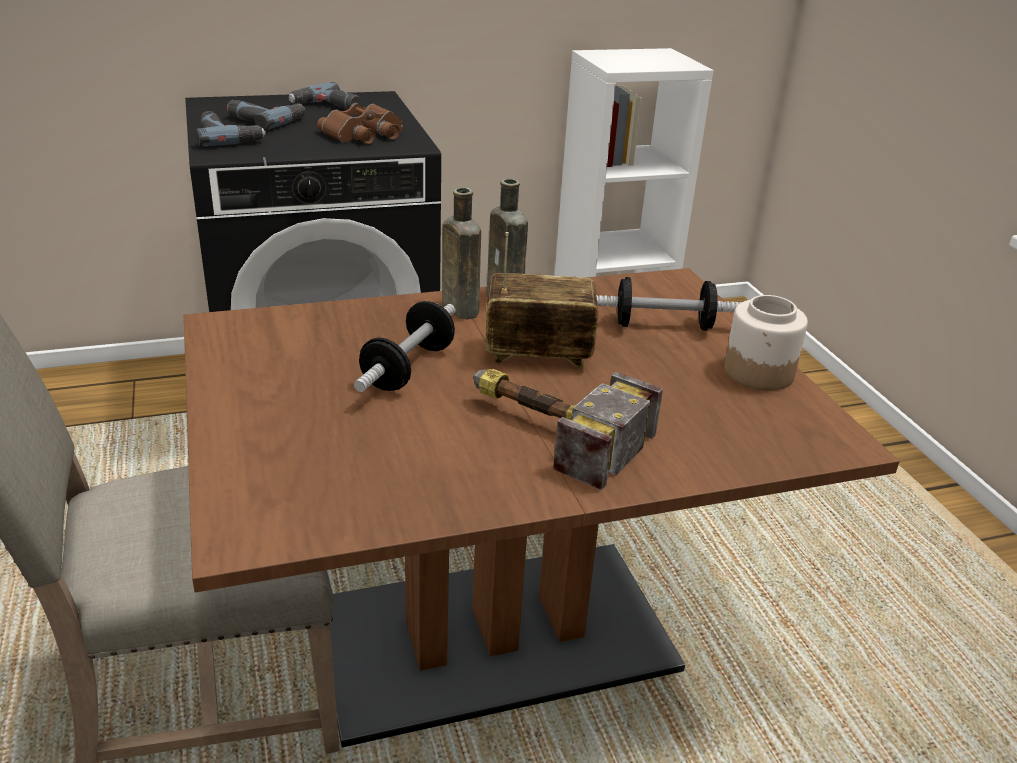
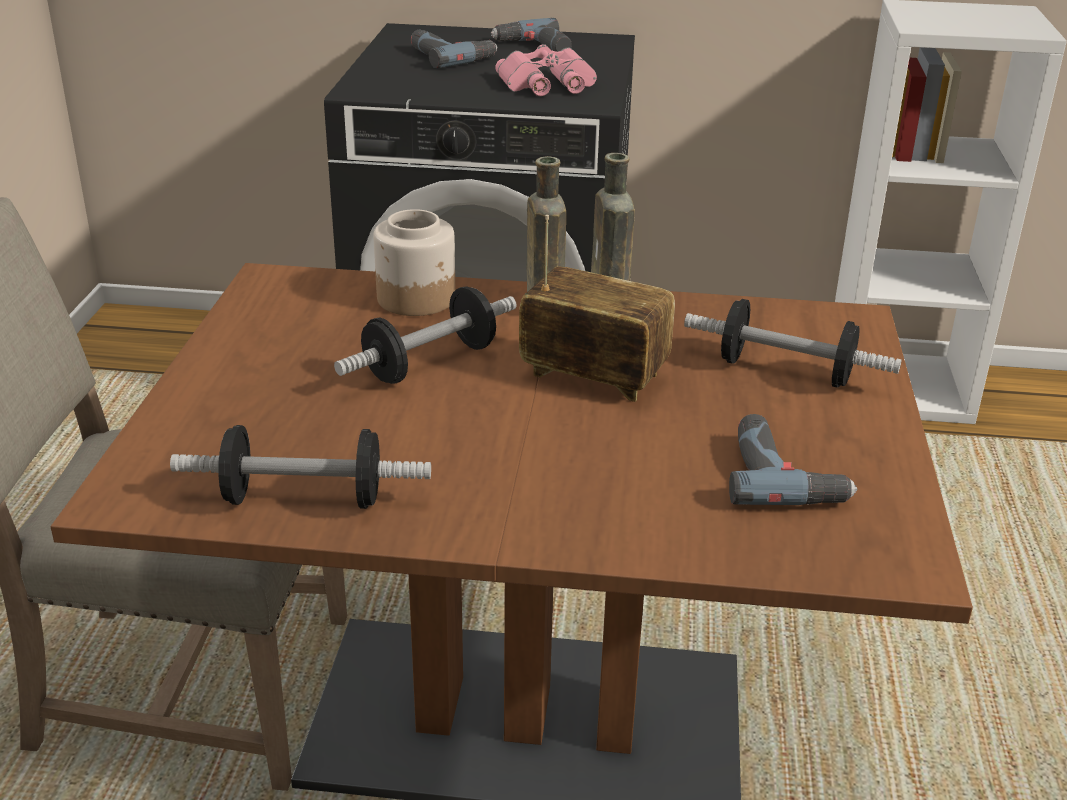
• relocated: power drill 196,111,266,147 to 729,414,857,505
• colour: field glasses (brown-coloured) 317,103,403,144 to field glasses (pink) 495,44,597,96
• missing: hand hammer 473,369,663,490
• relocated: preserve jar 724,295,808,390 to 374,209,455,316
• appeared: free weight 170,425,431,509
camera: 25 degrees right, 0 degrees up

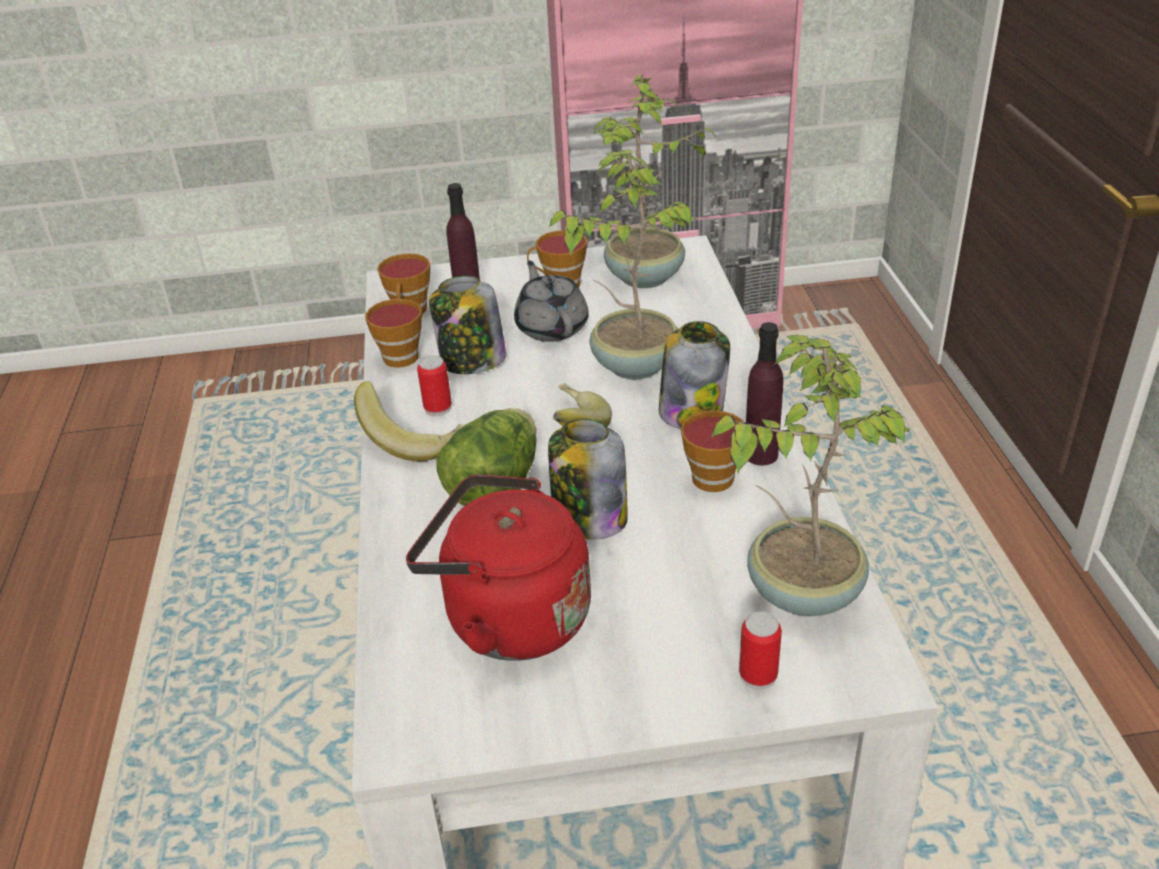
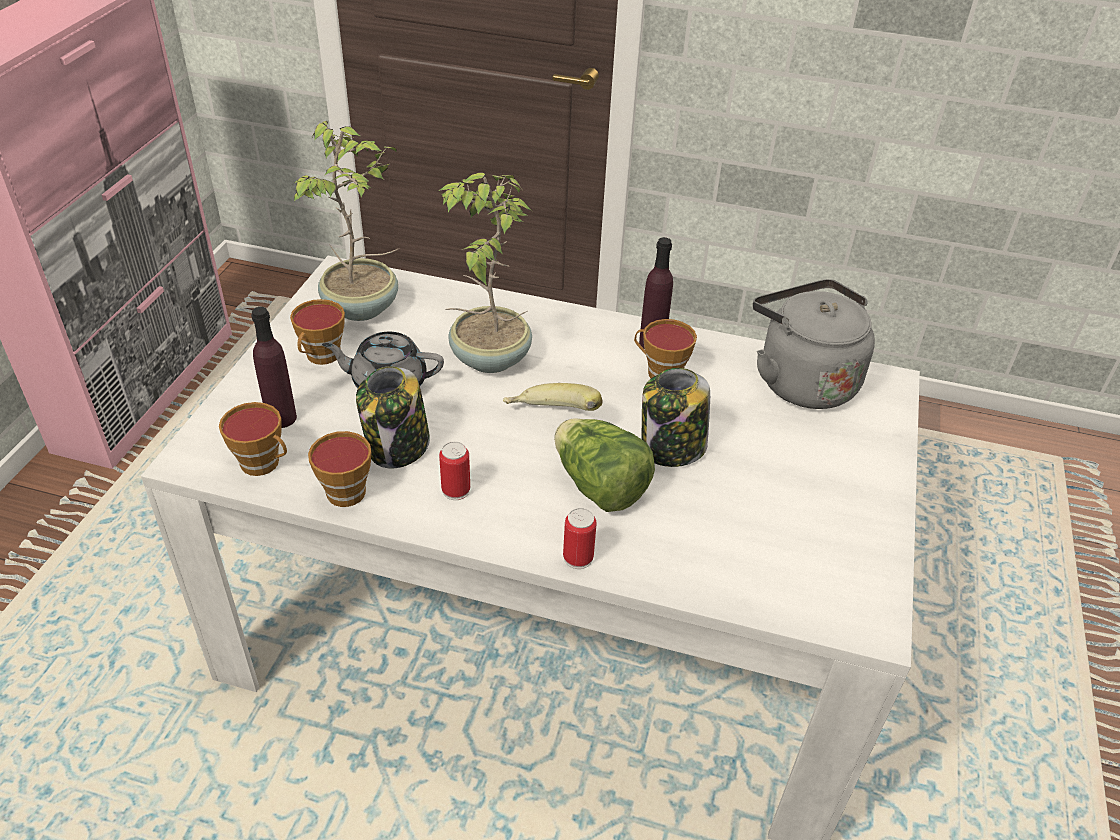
• missing: banana fruit 354,381,463,461
• missing: water kettle (red) 406,474,591,661
• missing: preserve jar 659,321,730,429
• exchanged: plant in a pot 711,335,911,616 to water kettle (grey) 753,279,875,409
• relocated: sealed can 739,611,782,689 to 563,508,597,569
camera: 70 degrees left, 5 degrees up

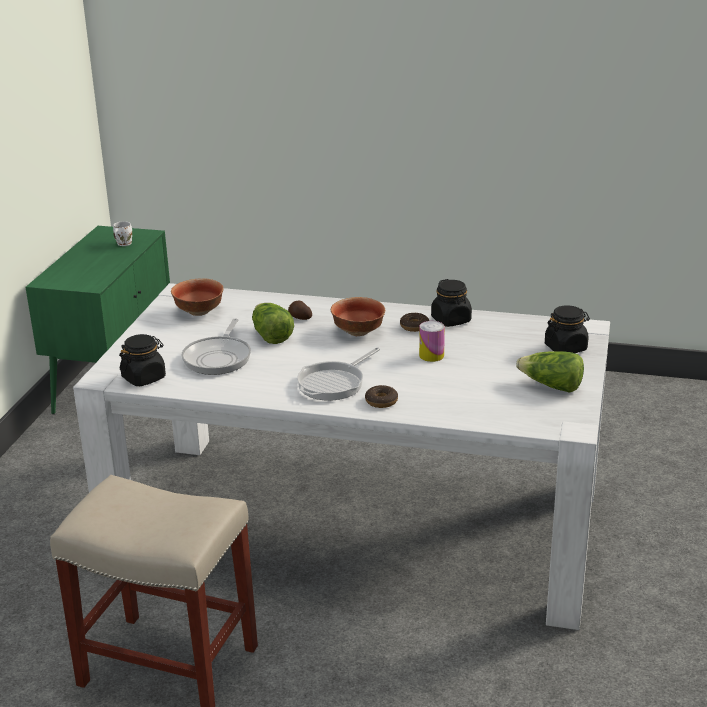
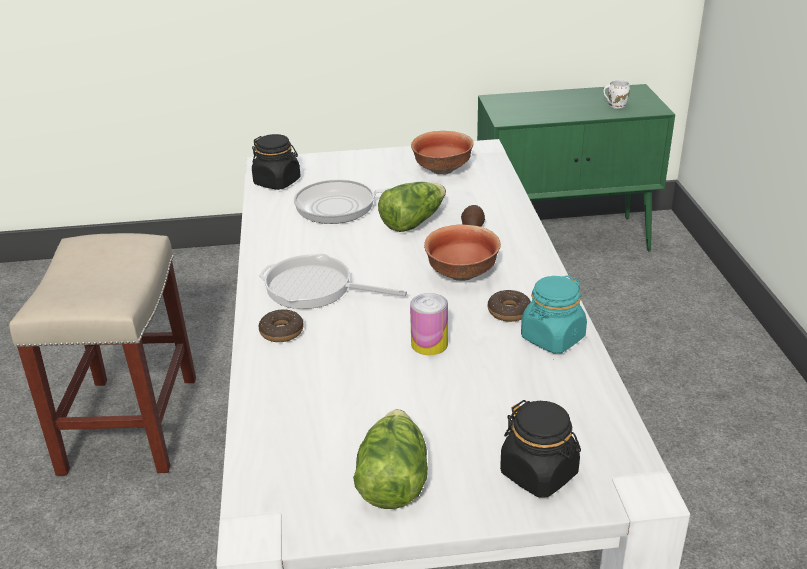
• colour: preserve jar (black-coloured) 431,279,472,327 to preserve jar (turquoise) 521,275,587,353
camera: 70 degrees right, 5 degrees up

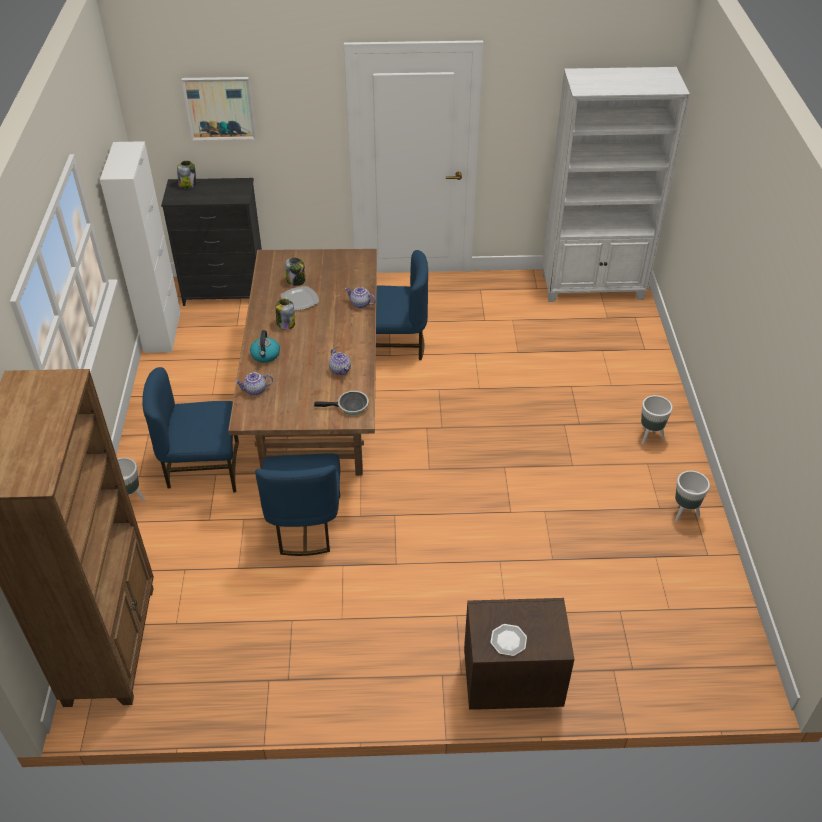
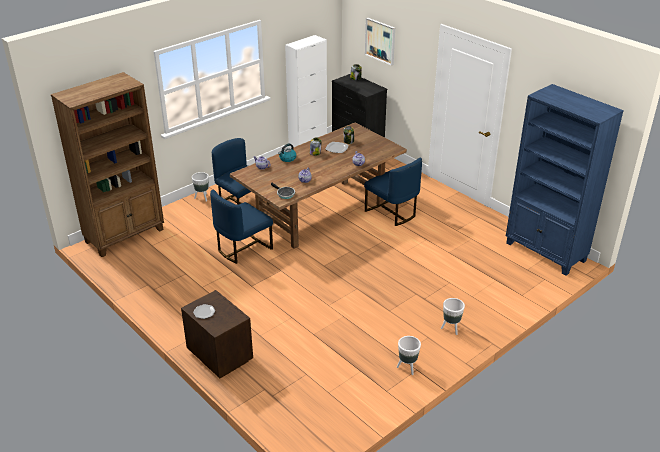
• colour: shelving unit (whitish) 542,67,690,302 to shelving unit (blue-coloured) 506,84,624,276
camera: 50 degrees right, 10 degrees down

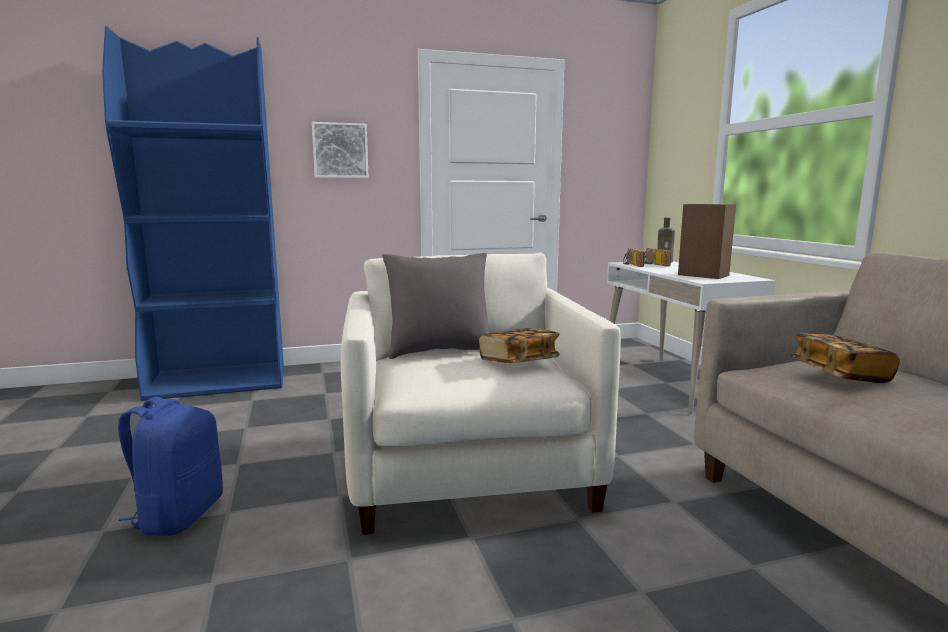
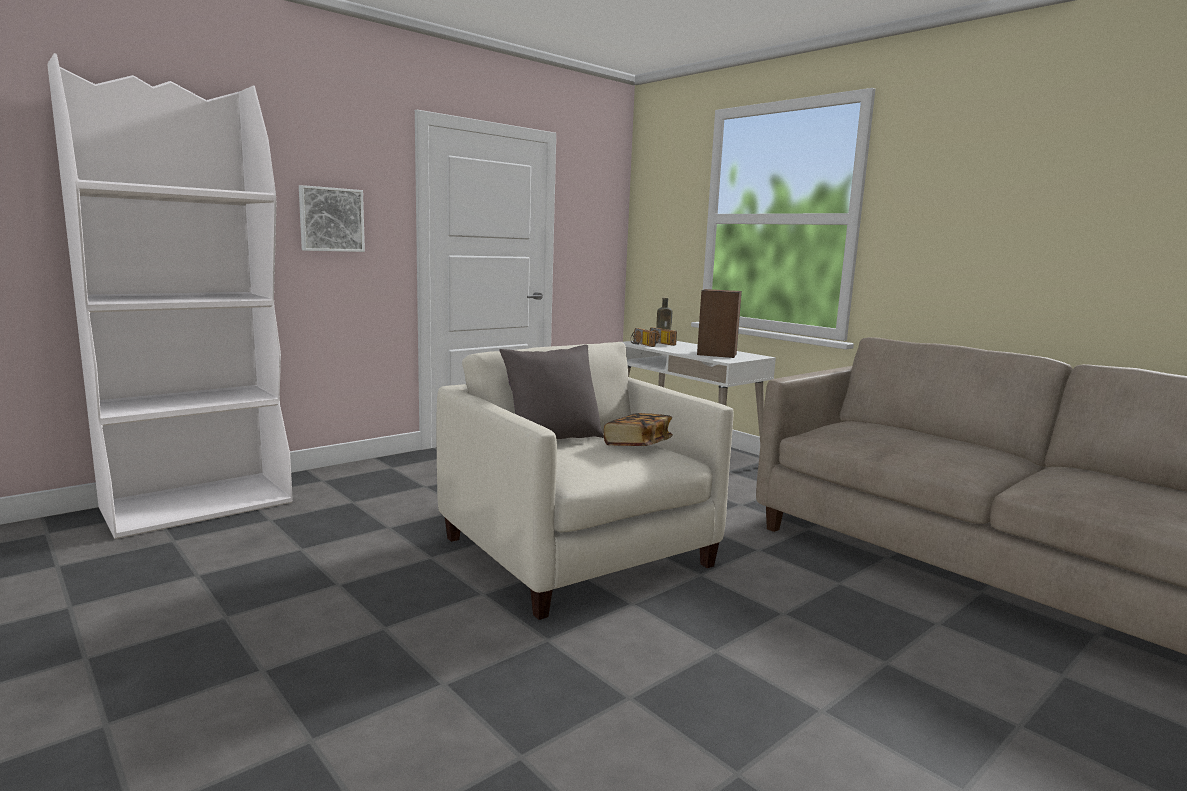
• colour: shelving unit (blue-coloured) 102,26,284,401 to shelving unit (whitish) 47,53,293,539
• missing: knapsack (blue-coloured) 118,397,223,536
• missing: book 791,333,900,383
camera: 25 degrees left, 0 degrees up

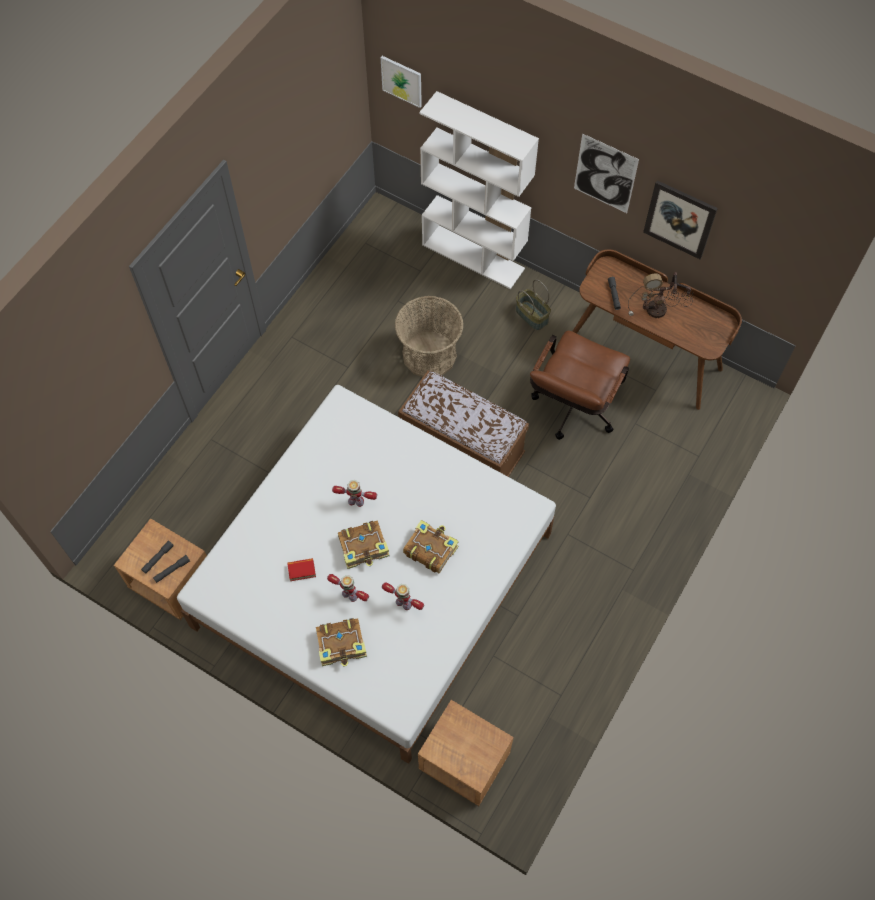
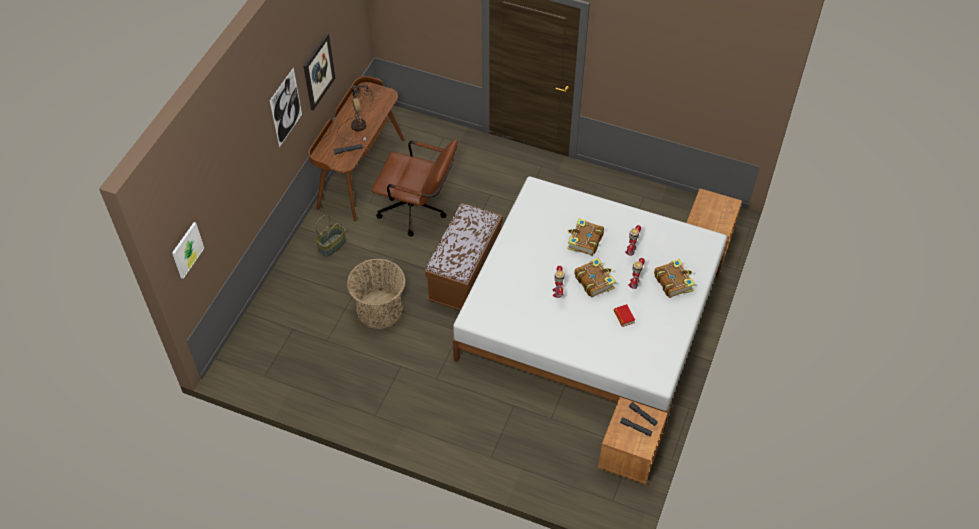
• missing: shelving unit (whitish) 419,91,539,289
camera: 100 degrees left, 10 degrees down

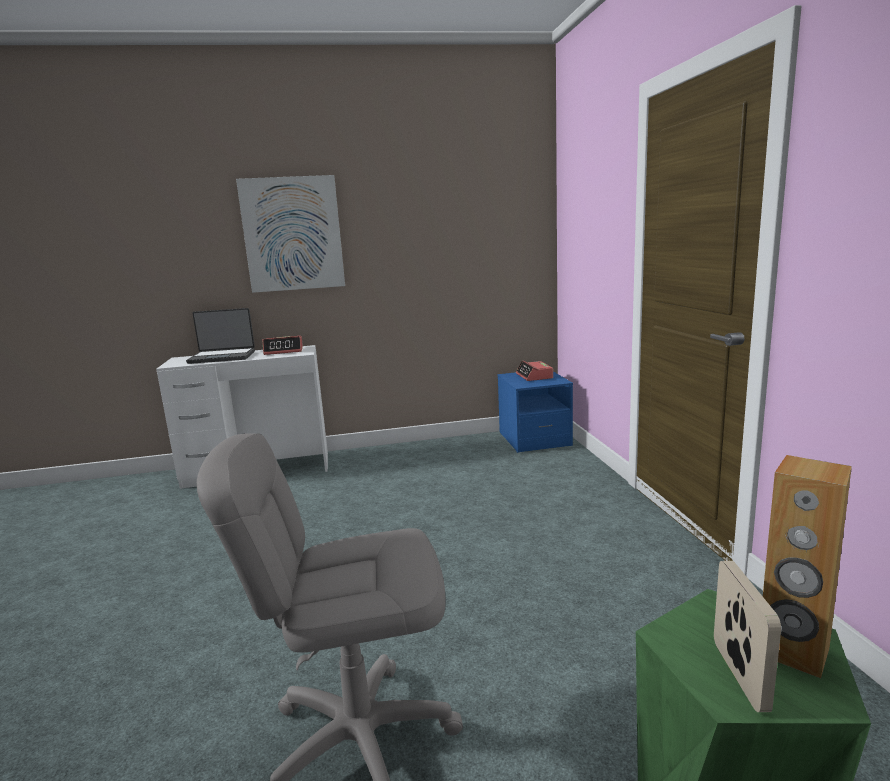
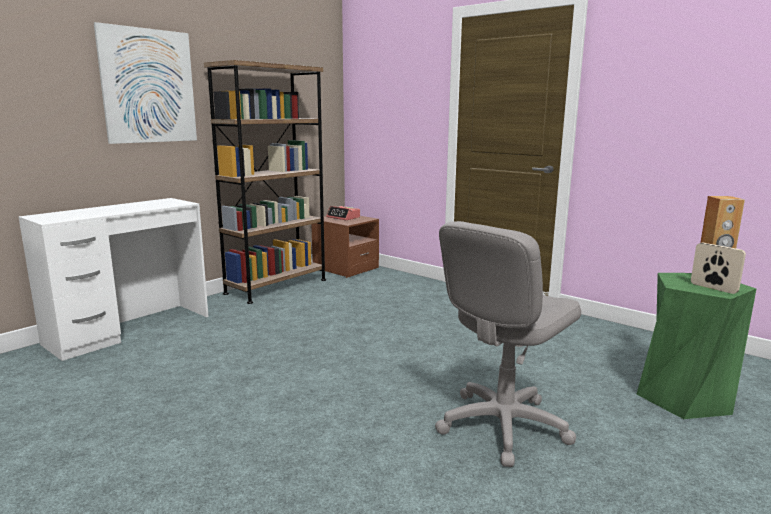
• missing: laptop 186,308,255,364
• missing: bedside clock 262,336,303,355
• colour: bedside table (blue-coloured) 498,372,573,453 to bedside table (brown-coloured) 311,216,379,278
• appeared: shelving unit (brown-coloured) 204,60,326,304
camera: 40 degrees left, 0 degrees up

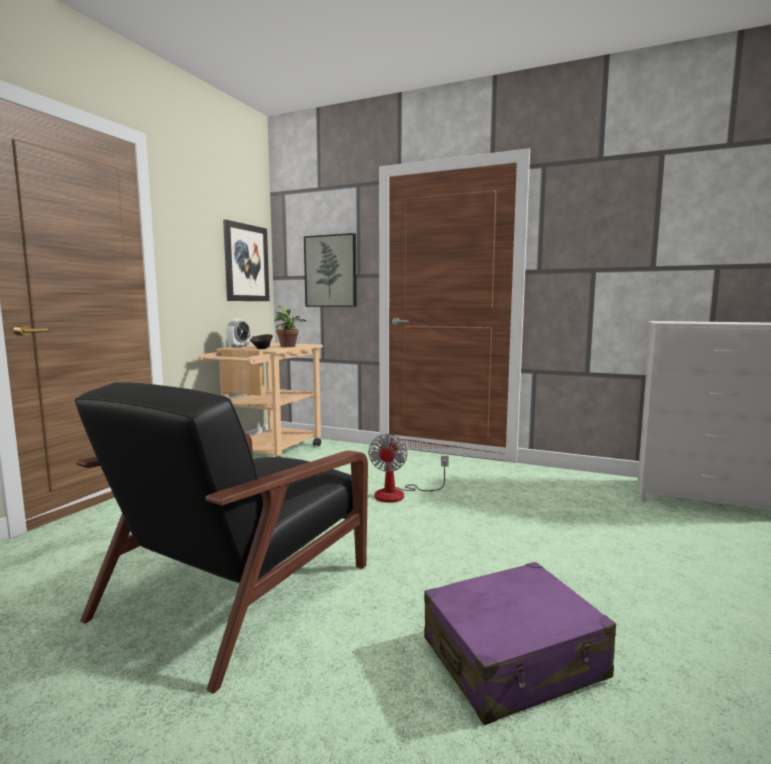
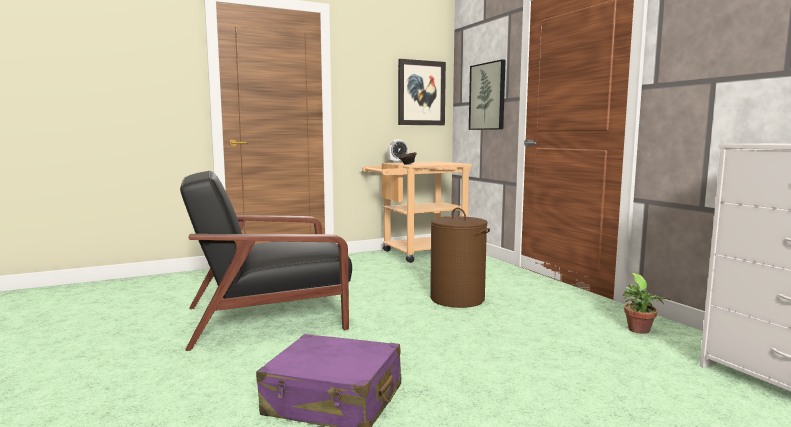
• relocated: plant in a pot 274,306,306,347 to 623,273,671,334
• exchanged: cooling fan 368,434,449,503 to laundry basket (brown-coloured) 430,208,490,308
camera: 40 degrees right, 0 degrees up

